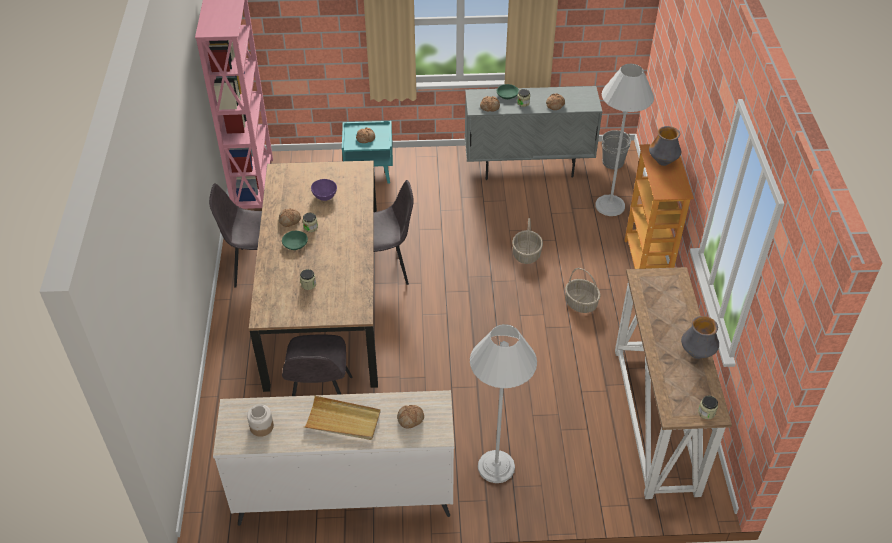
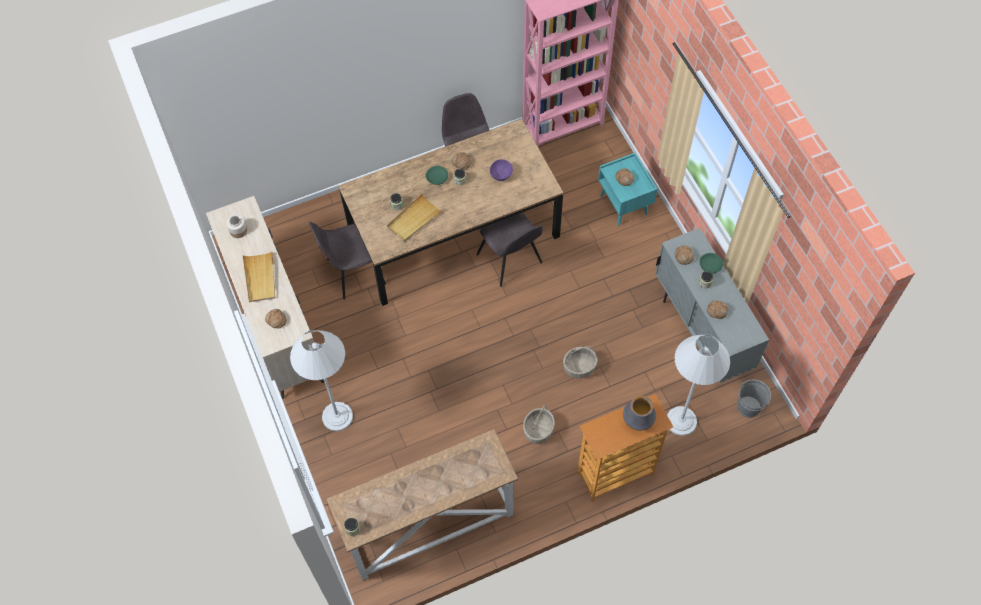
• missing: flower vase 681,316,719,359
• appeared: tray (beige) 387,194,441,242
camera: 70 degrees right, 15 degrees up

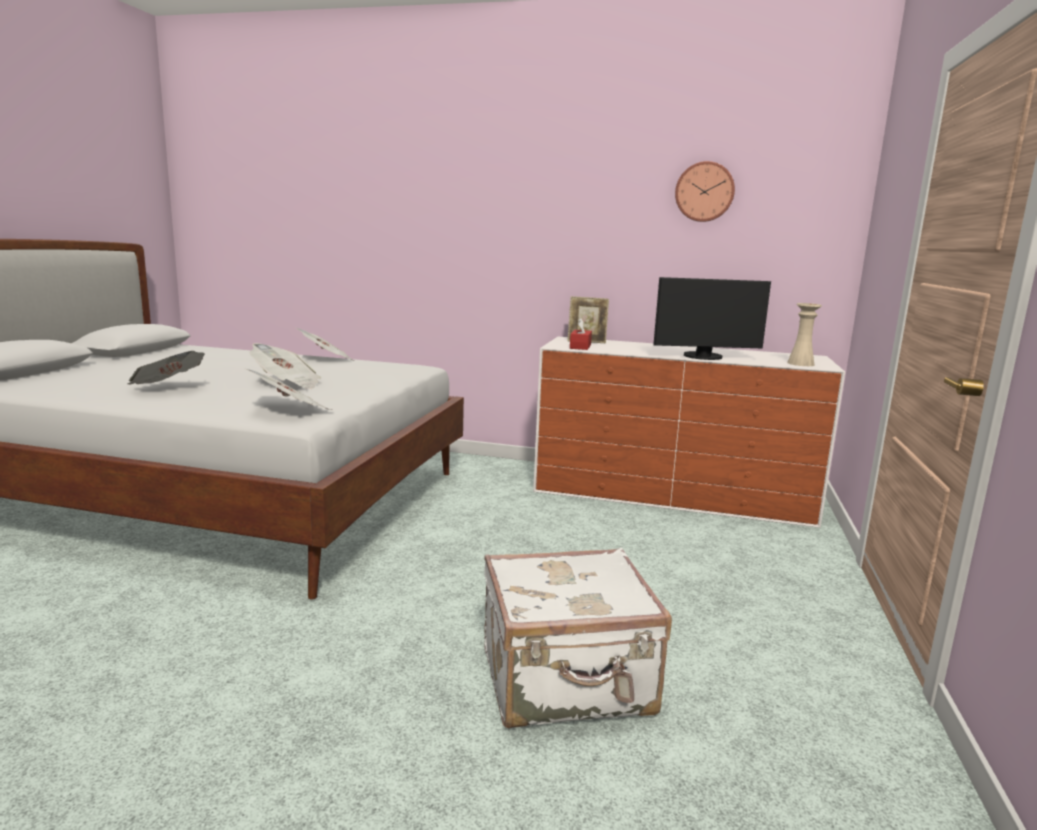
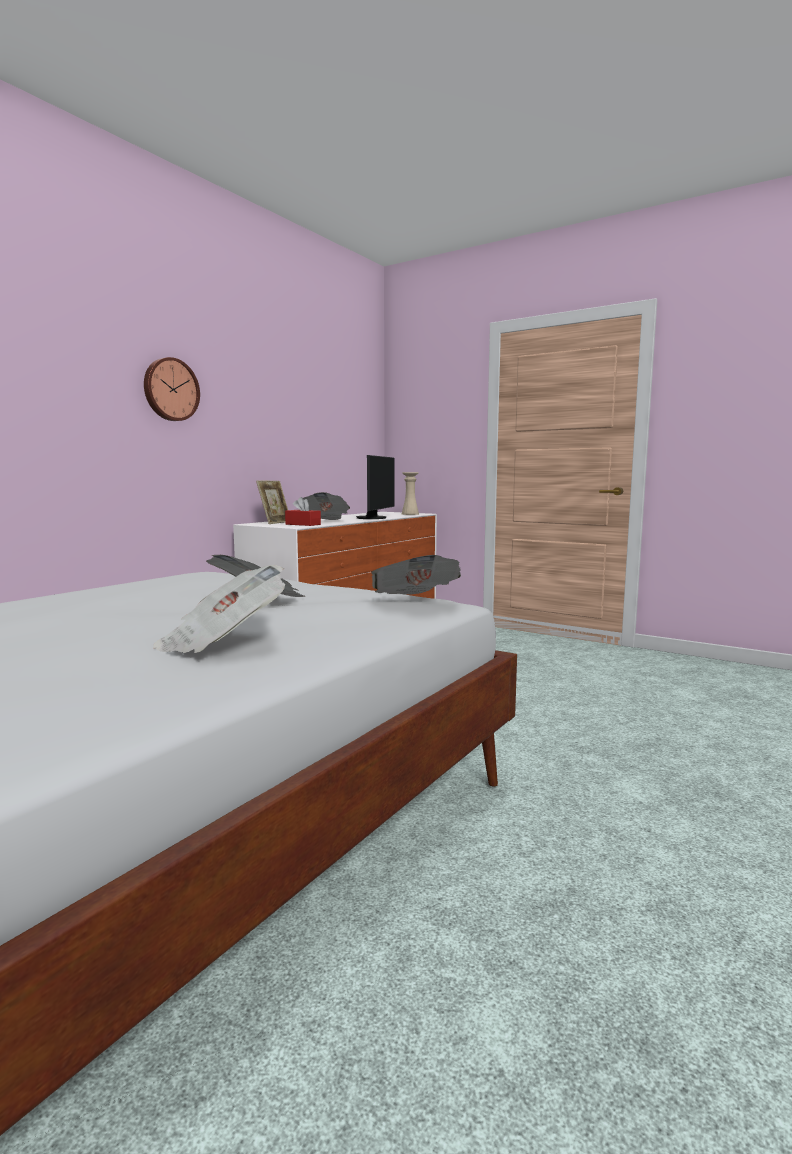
• relocated: newspaper 296,328,355,361 to 303,492,350,520
• missing: suitcase (whitish) 484,548,672,729
• relocated: clock on the wall 675,161,735,222 to 144,357,200,421
camera: 70 degrees left, 5 degrees down

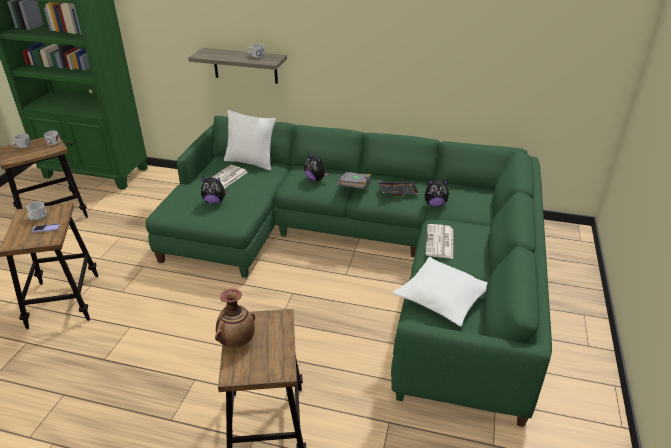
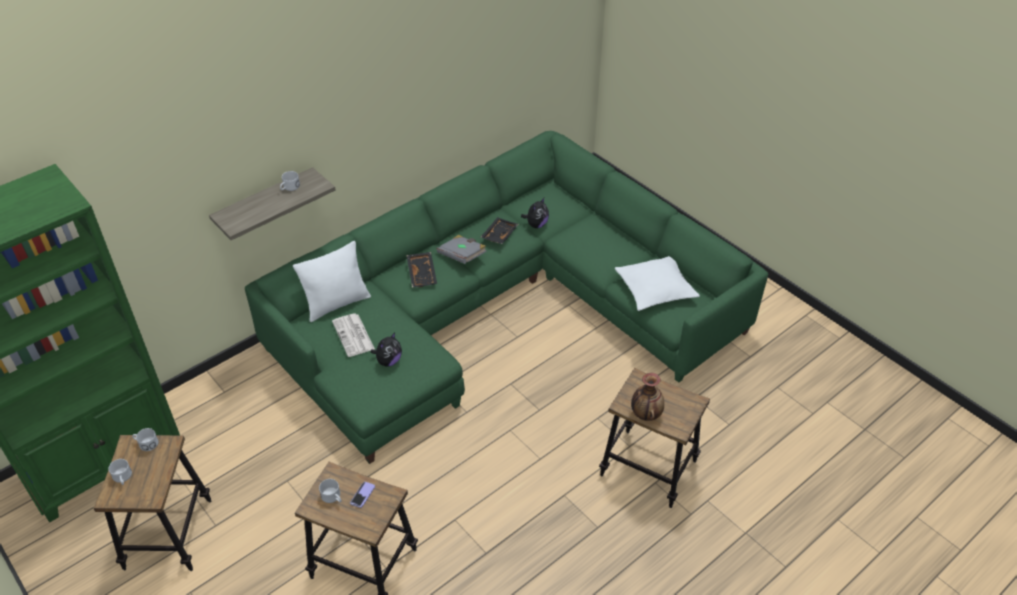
• exchanged: plush toy 304,153,329,181 to tray (black-coloured) 406,252,437,288
• missing: newspaper 425,224,453,259
camera: 55 degrees left, 10 degrees up

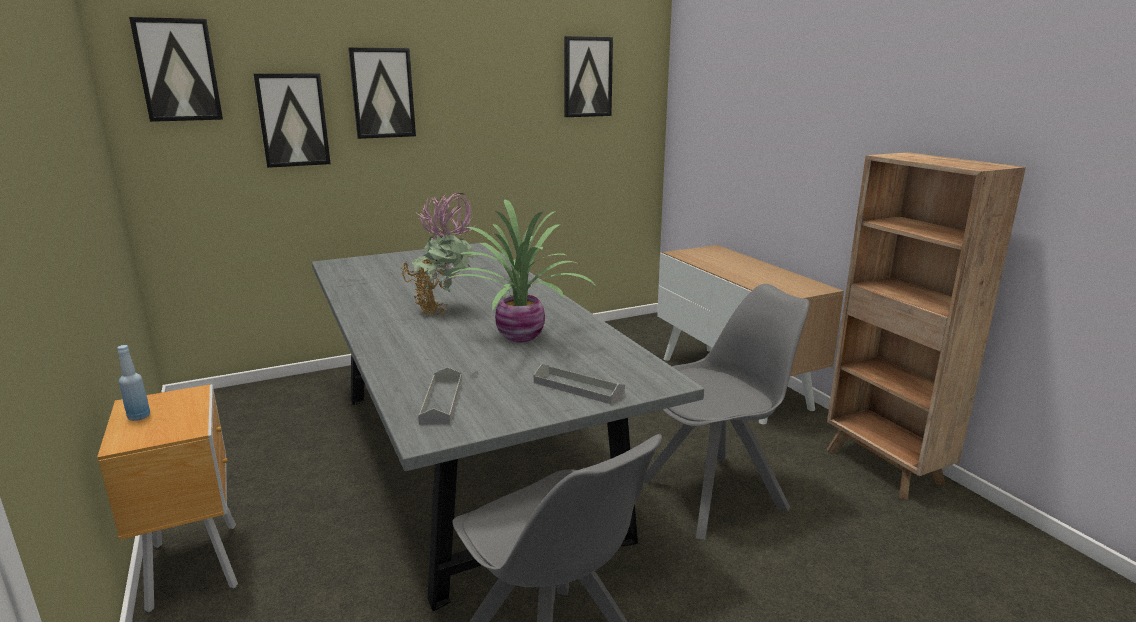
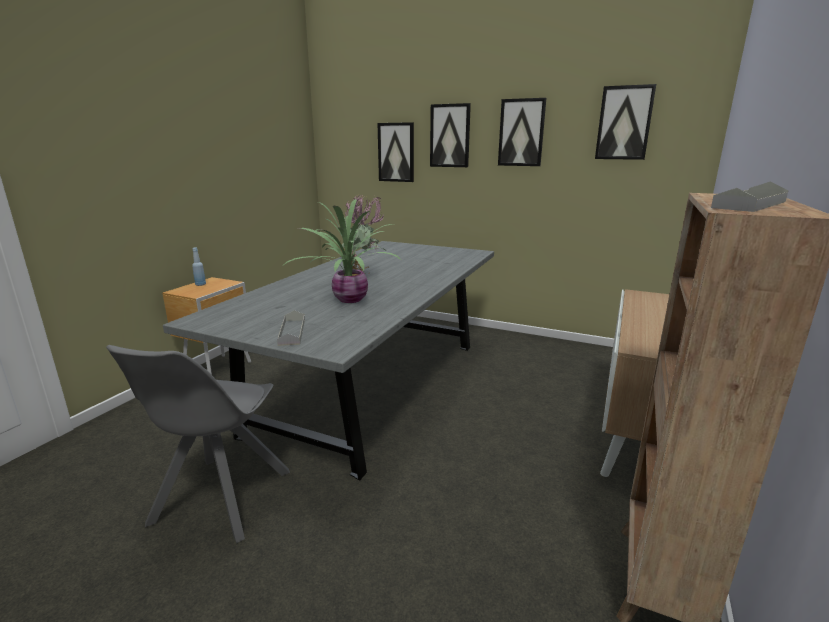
• relocated: picture 129,17,223,122 to 498,98,546,166
• relocated: tray (grey) 418,367,462,425 to 711,181,789,212
• missing: chair (grey) 643,284,810,540
camera: 50 degrees right, 0 degrees up

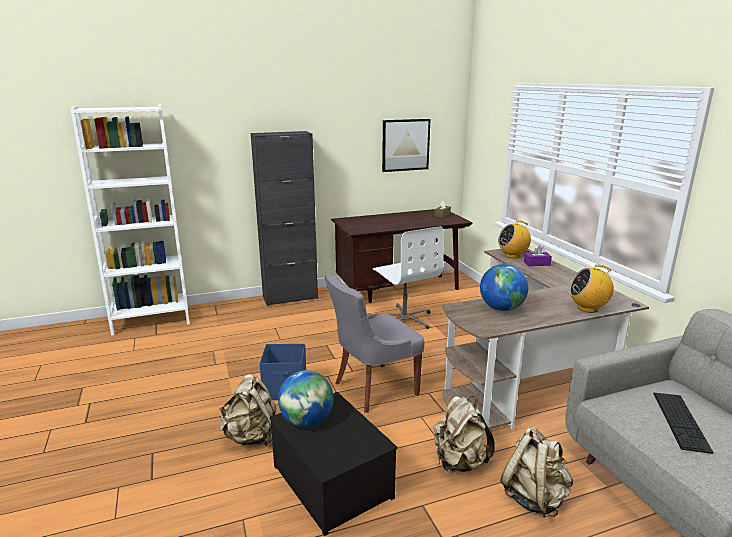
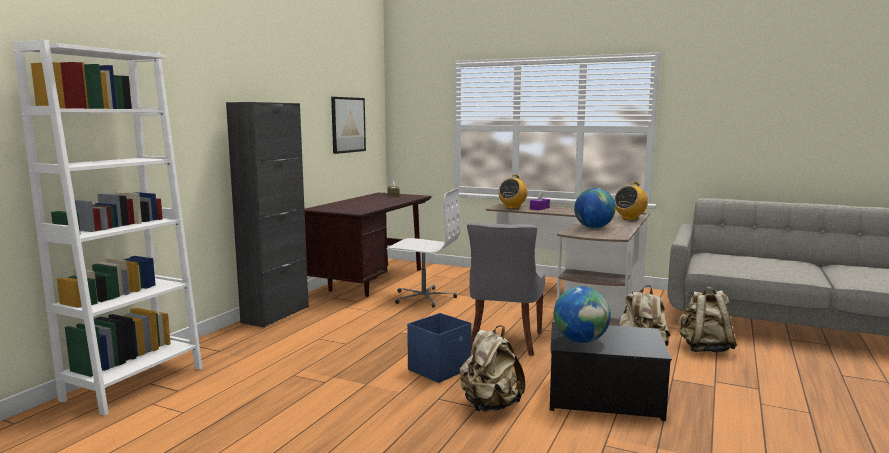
• missing: PC keyboard 653,393,713,454
camera: 45 degrees left, 10 degrees down

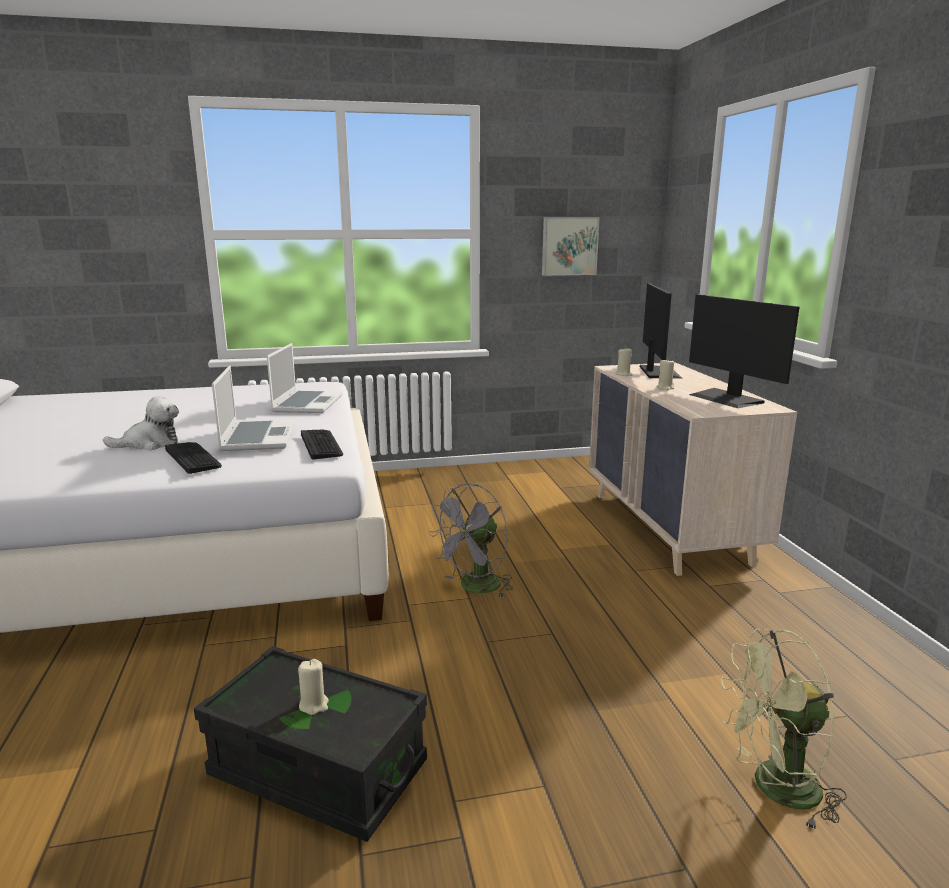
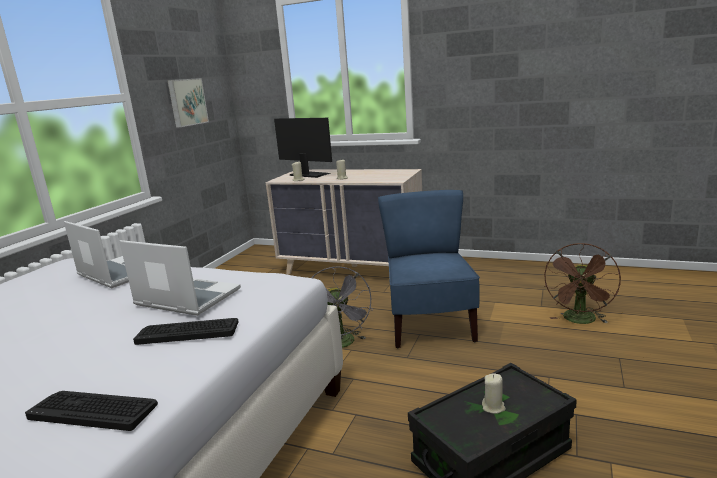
• missing: plush toy 103,396,179,450
• relocated: PC keyboard 301,430,343,460 to 25,391,158,431
• missing: monitor 689,294,800,408
• colour: cooling fan (greenish) 721,628,847,832 to cooling fan (brown-coloured) 544,243,621,324
• appeared: chair (blue-coloured) 378,190,480,348
camera: 55 degrees left, 0 degrees up

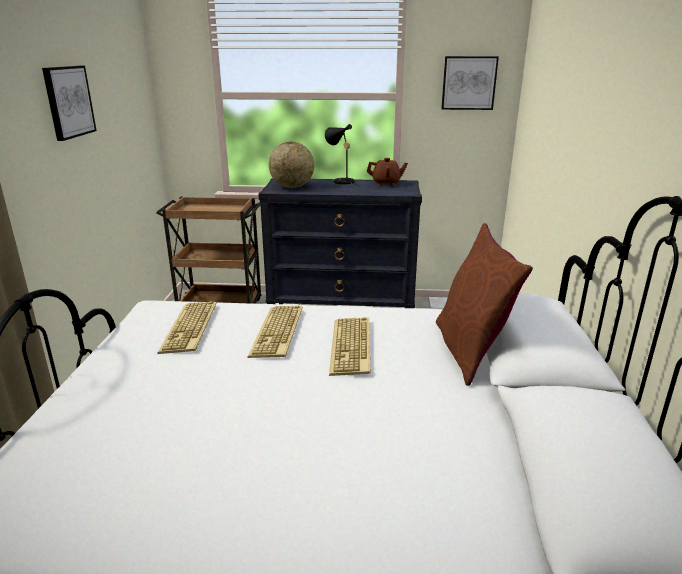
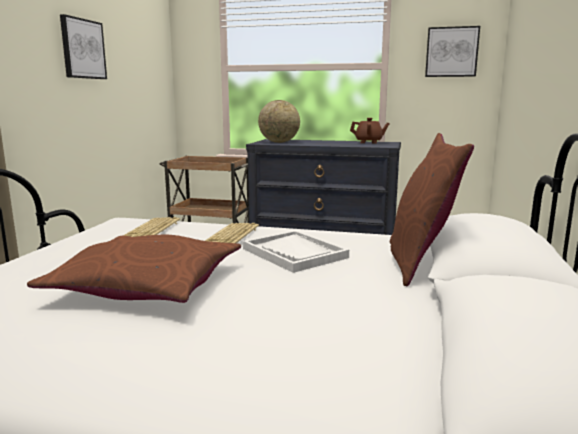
• missing: tabletop lamp (black-coloured) 325,124,359,186
• exchanged: PC keyboard 329,317,371,376 to tray (whitish) 243,230,349,273
• appeared: cushion (brown-coloured) 27,235,241,303
camera: 10 degrees right, 10 degrees down

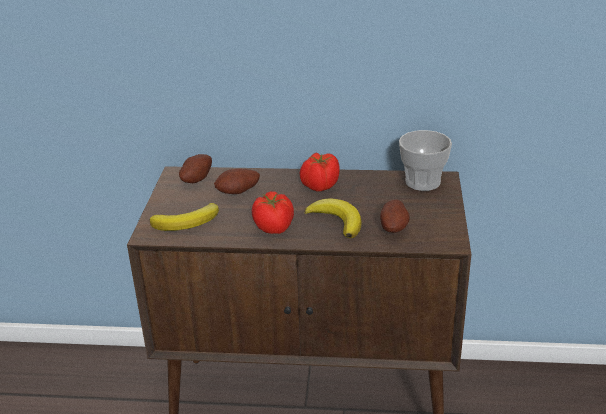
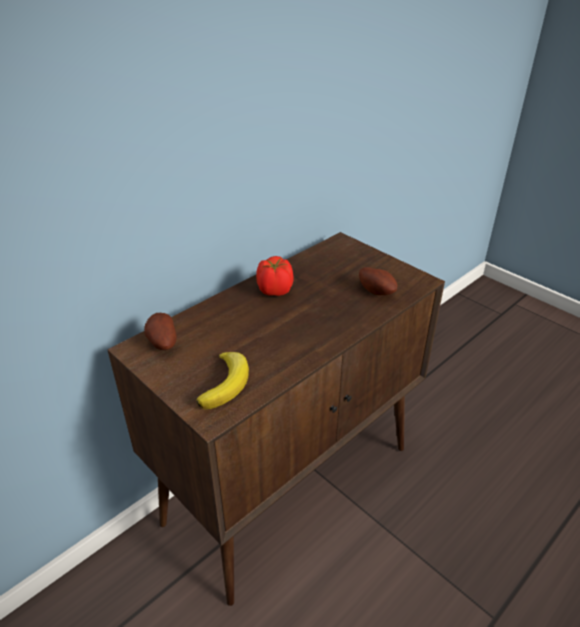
• missing: potato 214,169,260,194
• missing: tomato 252,191,294,234
• missing: banana fruit 305,198,361,238
• missing: drinking cup 399,130,452,191
camera: 50 degrees left, 5 degrees up

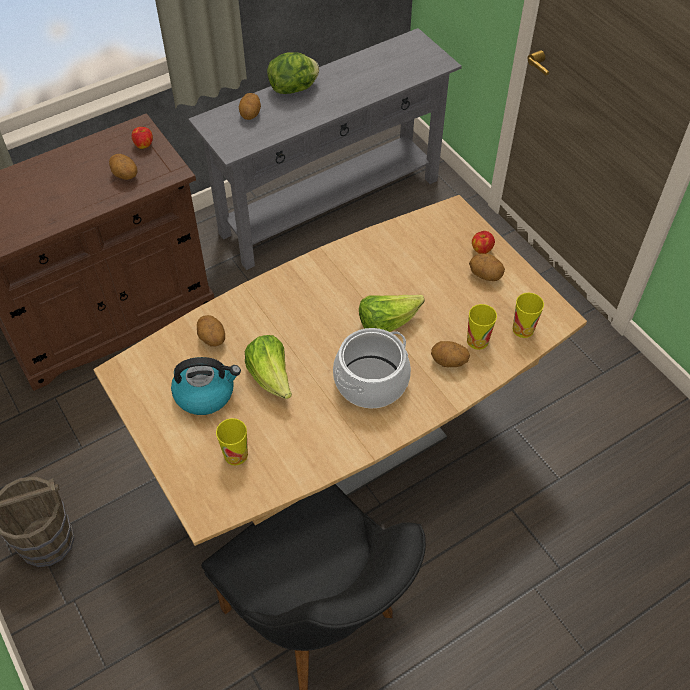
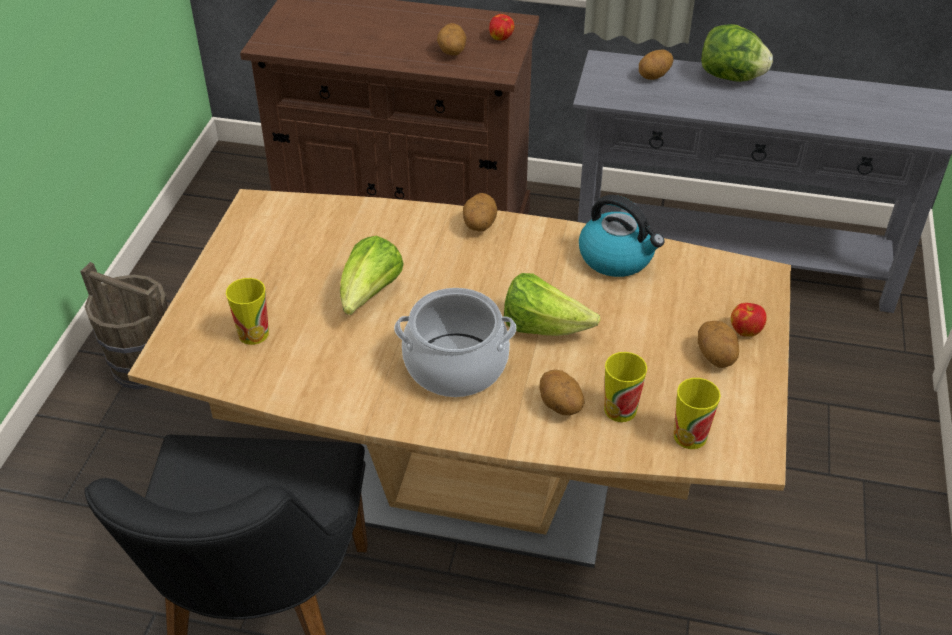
• relocated: water kettle 171,357,241,415 to 579,195,665,277
• relocated: potato 197,315,225,347 to 463,193,497,231
camera: 45 degrees right, 10 degrees down

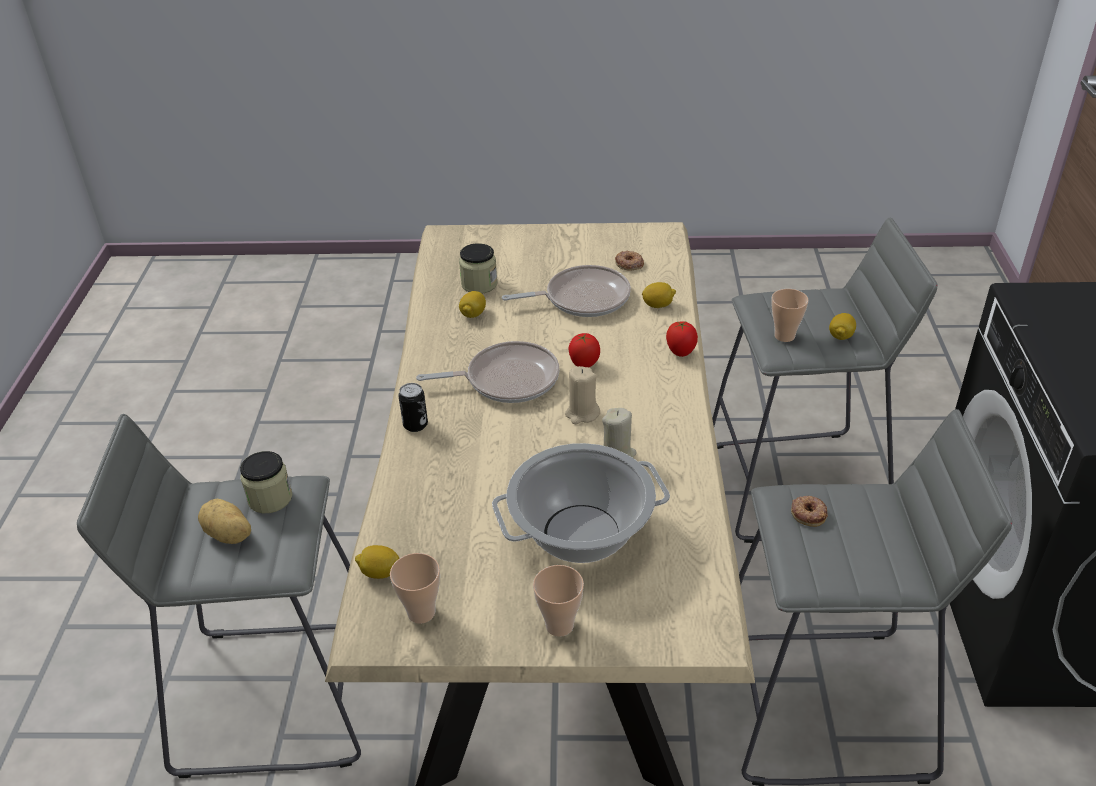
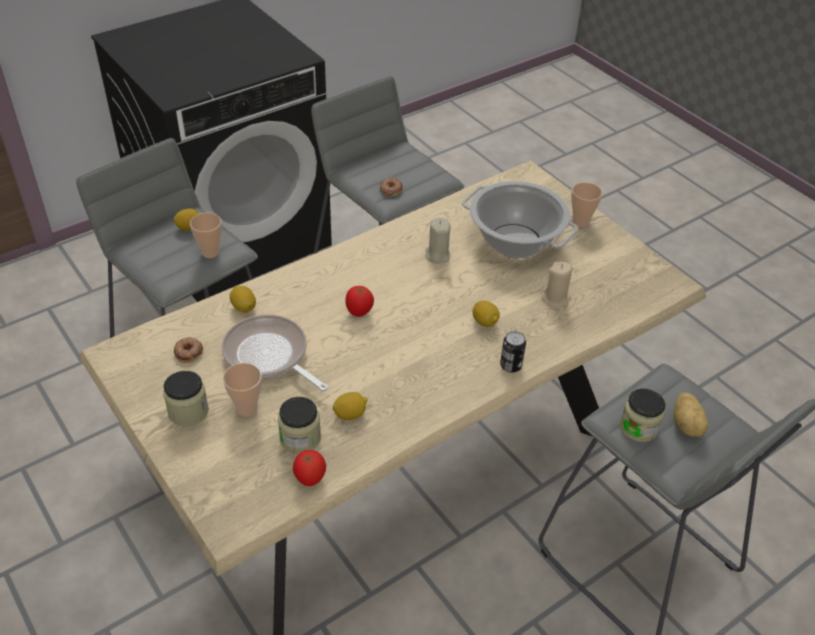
• relocated: lemon 355,545,400,579 to 472,301,500,327
• relocated: drinking cup 390,553,440,624 to 223,363,262,417
• missing: skillet 416,341,560,403
• relocated: wax light (beige) 565,366,600,424 to 542,262,573,308
• relocated: tomato 666,321,698,357 to 293,450,326,486
• appeared: preserve jar 163,371,209,426
camera: 130 degrees left, 5 degrees up

